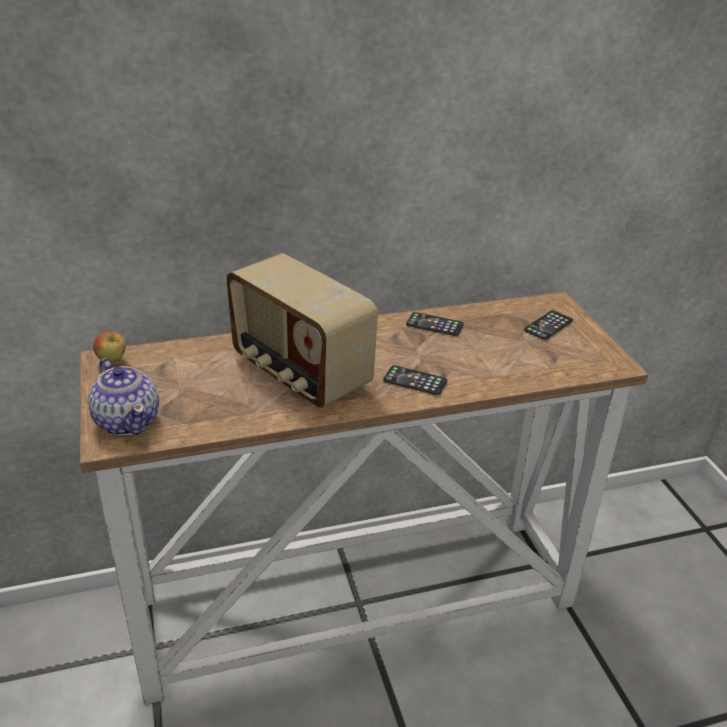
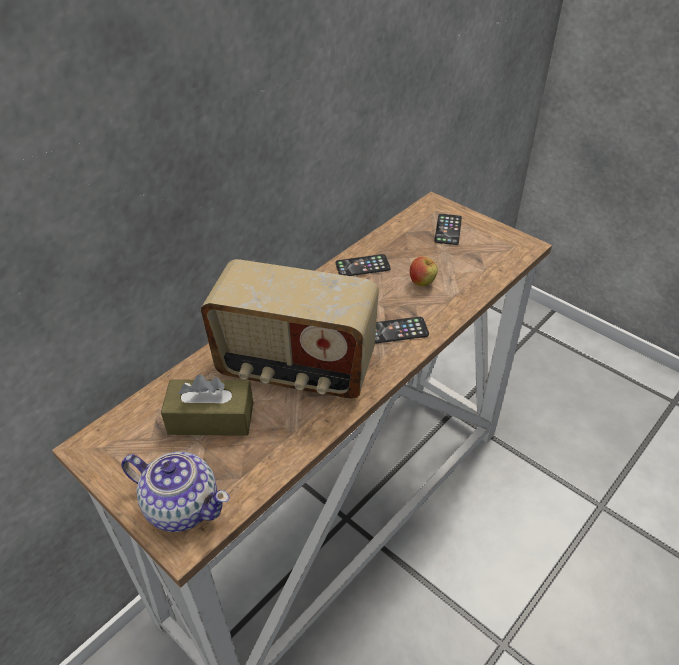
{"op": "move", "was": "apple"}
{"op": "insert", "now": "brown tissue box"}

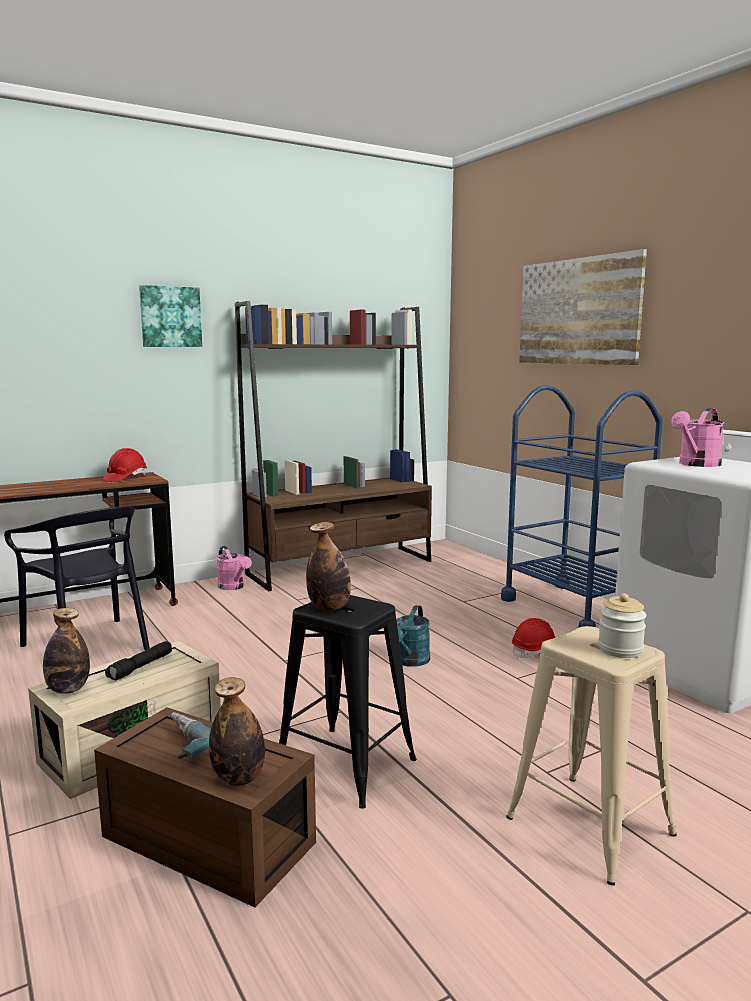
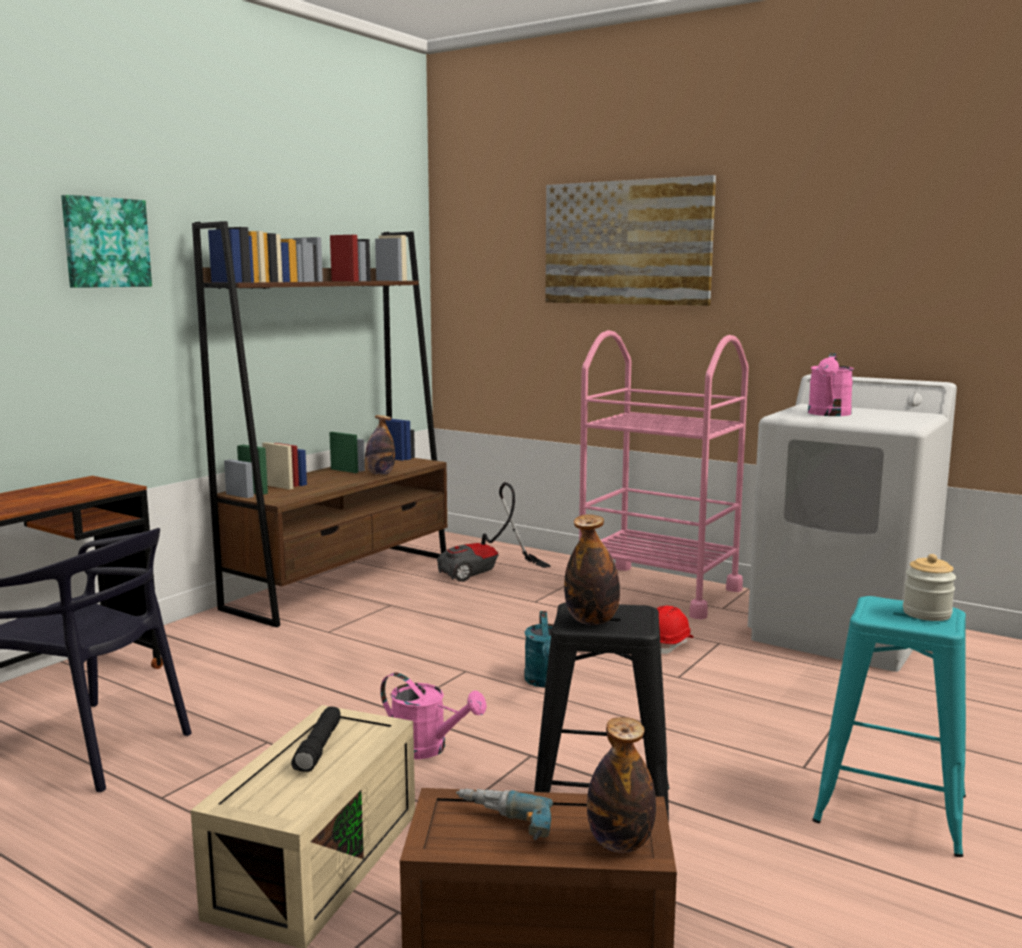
{"op": "move", "was": "bottle (1st from left)"}
{"op": "delete", "was": "red hard hat (1st from left)"}
{"op": "move", "was": "pink watering can (1st from left)"}
{"op": "recolor", "was": "blue cart", "now": "pink cart"}
{"op": "recolor", "was": "beige stool", "now": "turquoise stool"}
{"op": "insert", "now": "vacuum cleaner"}

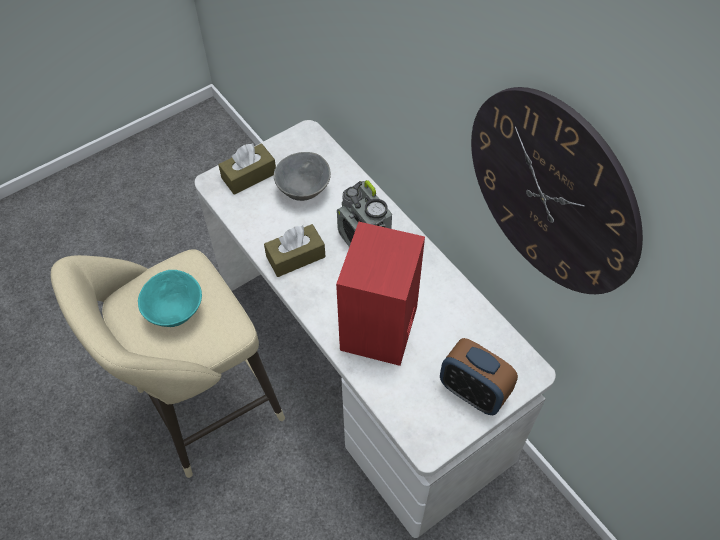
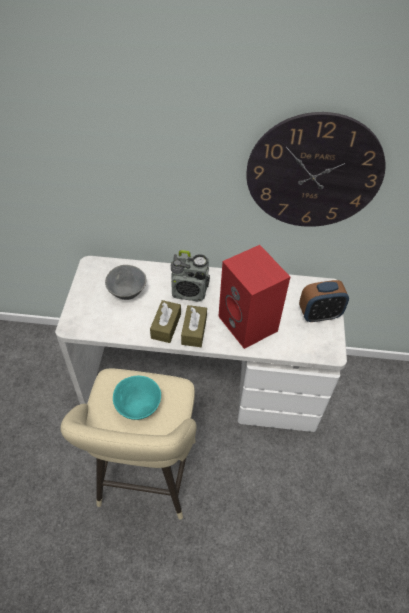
{"op": "move", "was": "brown tissue box (1st from left in the first image)", "now": "brown tissue box (2nd from left)"}

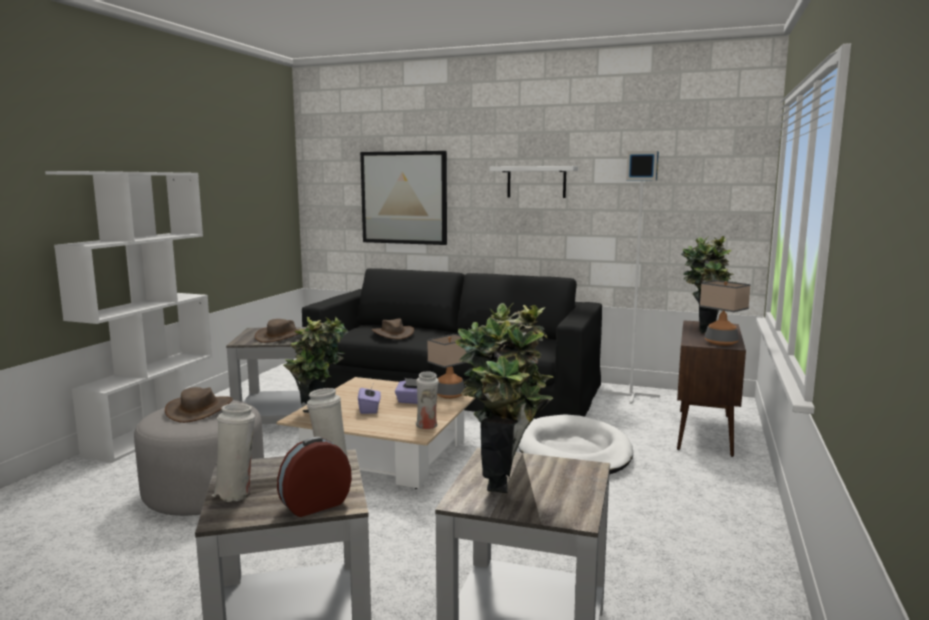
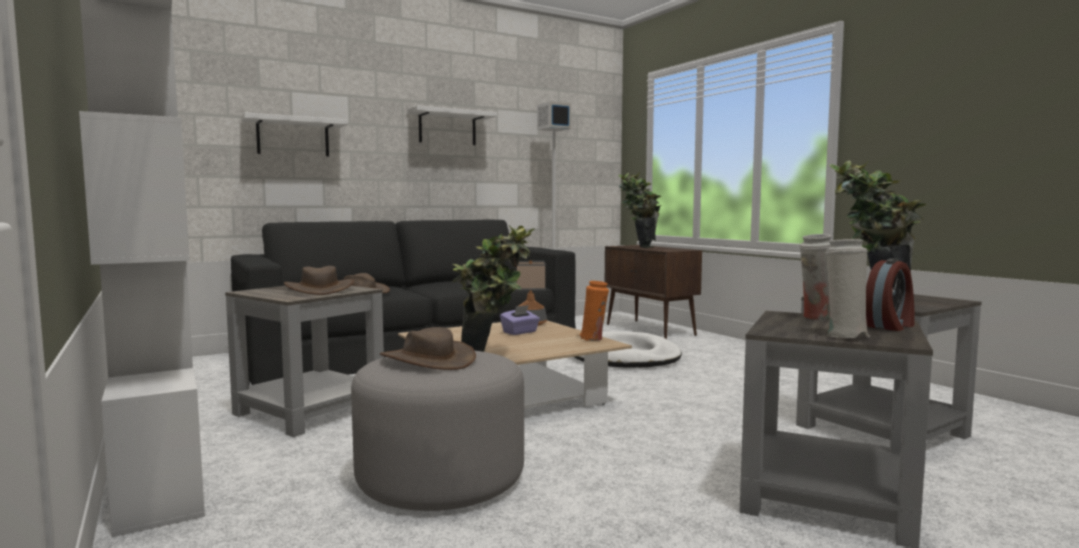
{"op": "rotate", "was": "alarm clock", "clockwise": -135}
{"op": "delete", "was": "purple tissue box (1st from left)"}
{"op": "replace", "was": "picture", "now": "white shelf (1st from left)"}
{"op": "recolor", "was": "white vase (3rd from left)", "now": "orange vase"}
{"op": "delete", "was": "table lamp (2nd from left)"}

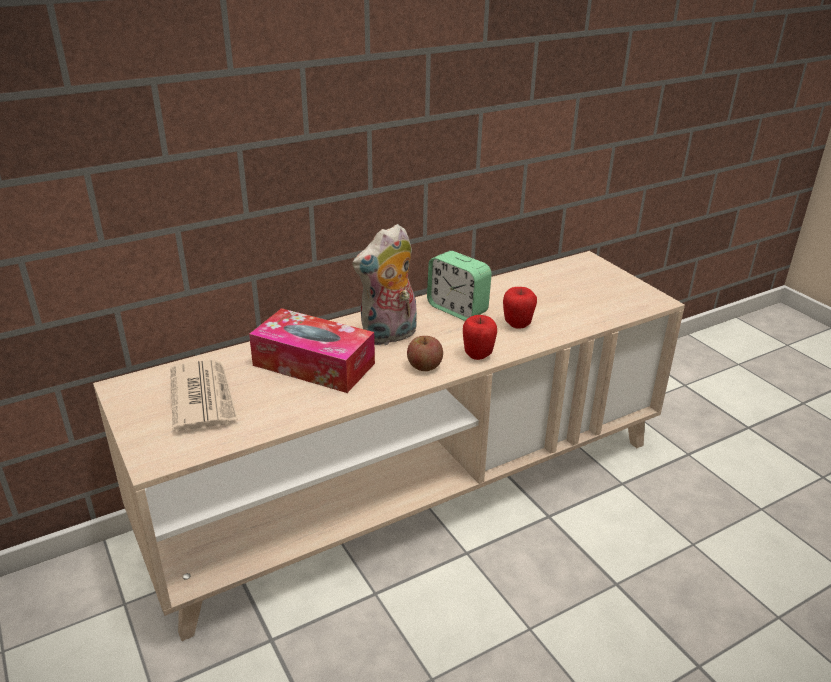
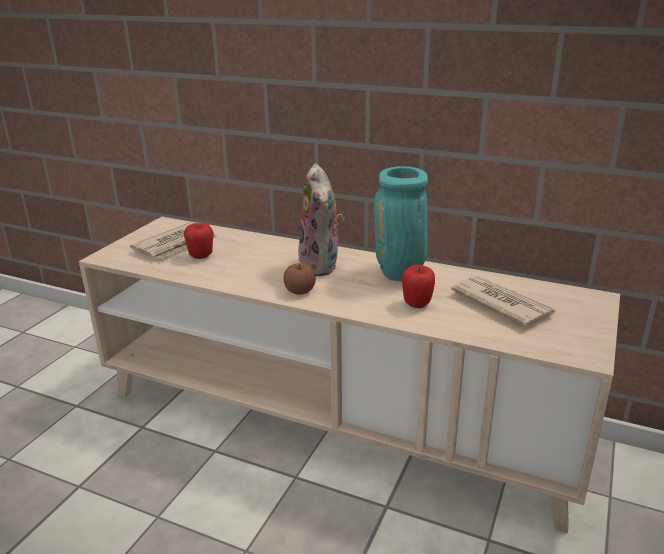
{"op": "delete", "was": "tissue box"}
{"op": "rotate", "was": "plush toy", "clockwise": -120}
{"op": "replace", "was": "alarm clock", "now": "turquoise vase"}
{"op": "move", "was": "apple (2nd from left in the first image)", "now": "apple (1st from left)"}
{"op": "insert", "now": "newspaper (2nd from left)"}

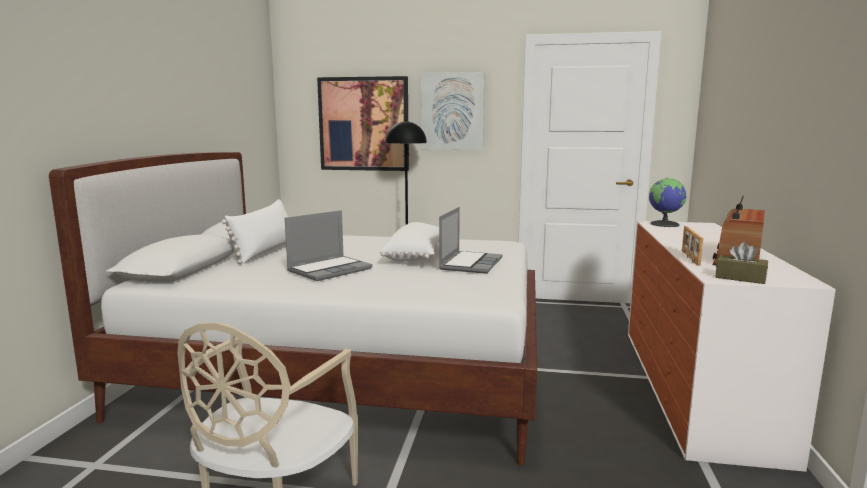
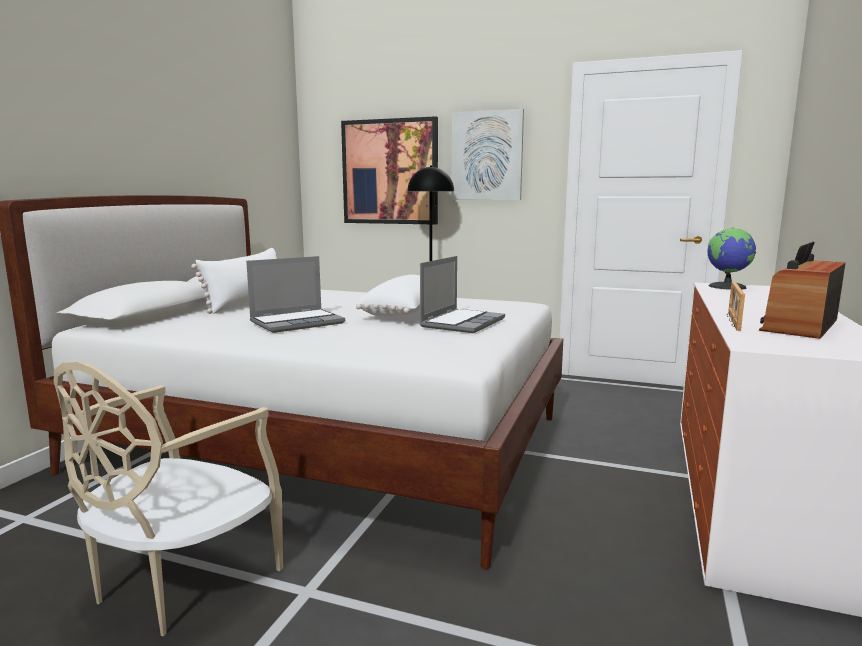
{"op": "delete", "was": "brown tissue box"}

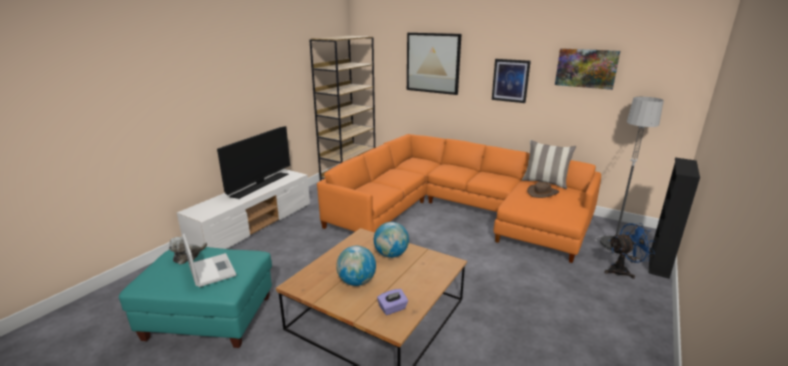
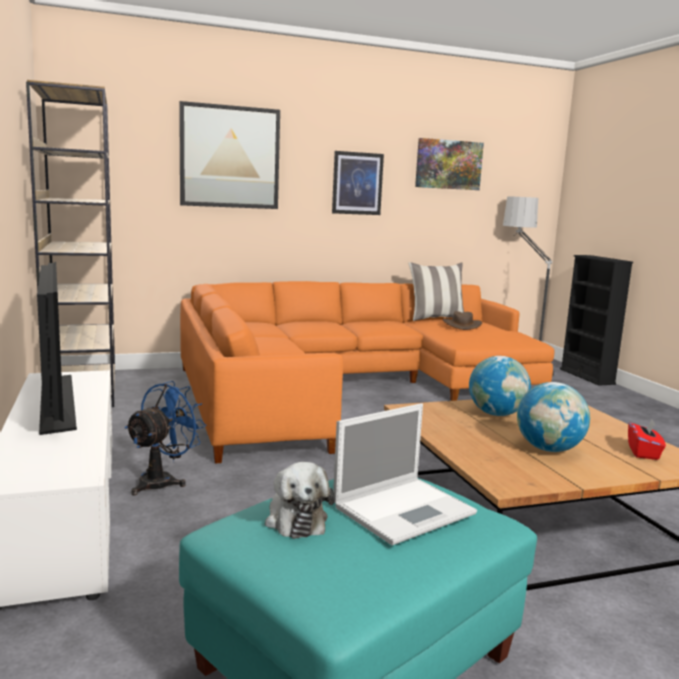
{"op": "rotate", "was": "laptop", "clockwise": 135}
{"op": "recolor", "was": "purple tissue box", "now": "red tissue box"}
{"op": "move", "was": "blue fan"}

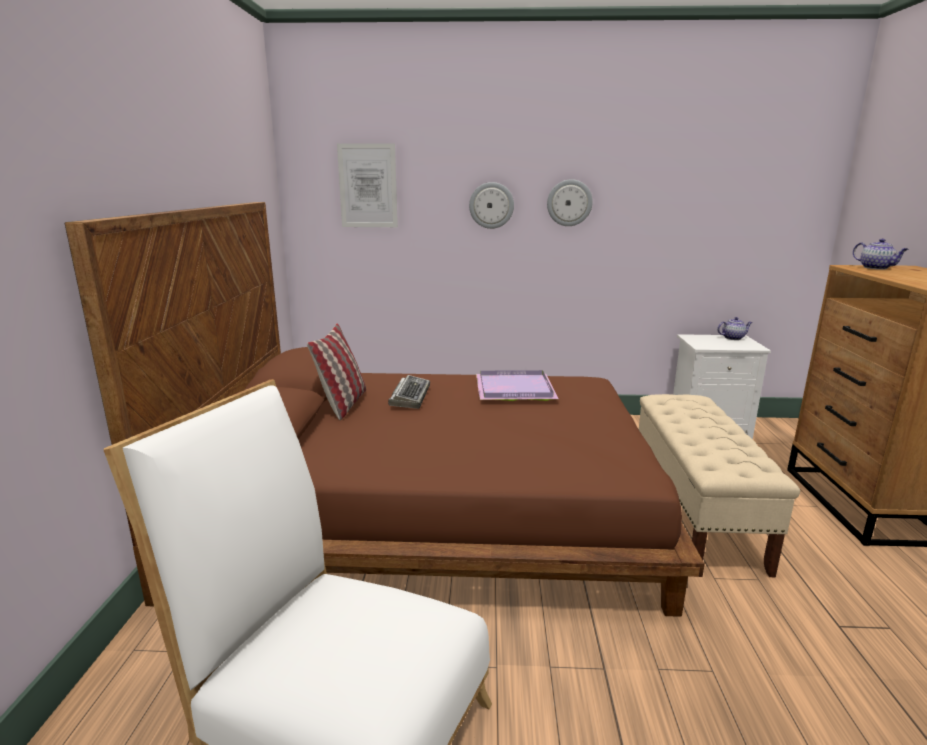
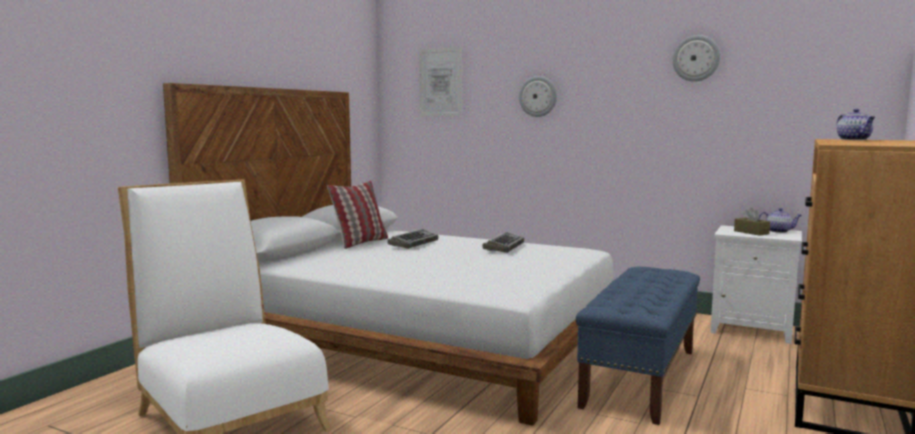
{"op": "recolor", "was": "brown bed", "now": "white bed"}
{"op": "replace", "was": "purple tray", "now": "keyboard (2nd from left)"}
{"op": "move", "was": "wall clock (2nd from left)"}
{"op": "recolor", "was": "beige bench", "now": "blue bench"}
{"op": "insert", "now": "brown tissue box"}

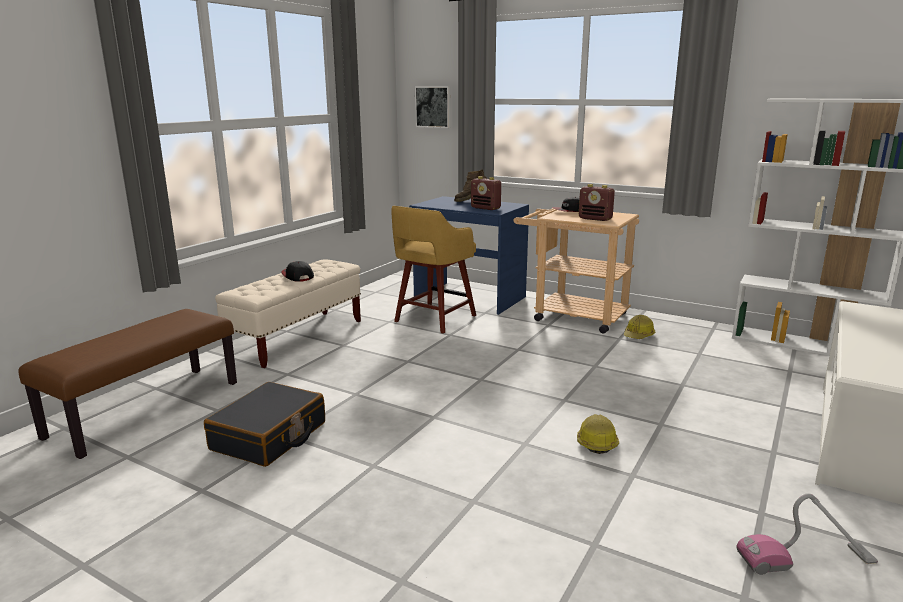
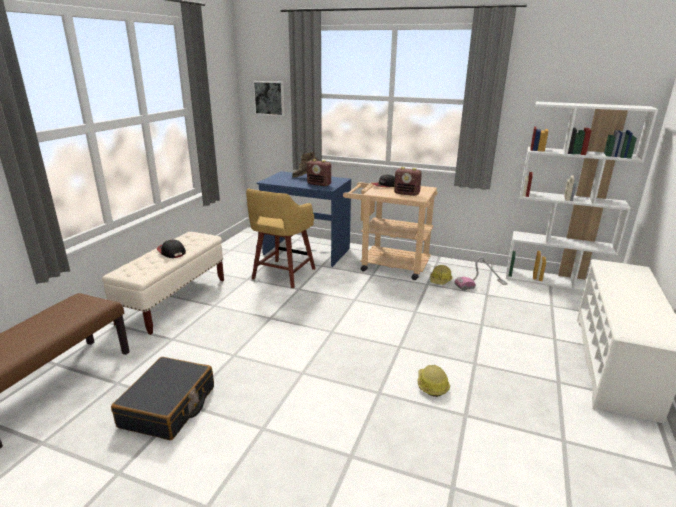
{"op": "move", "was": "vacuum cleaner"}

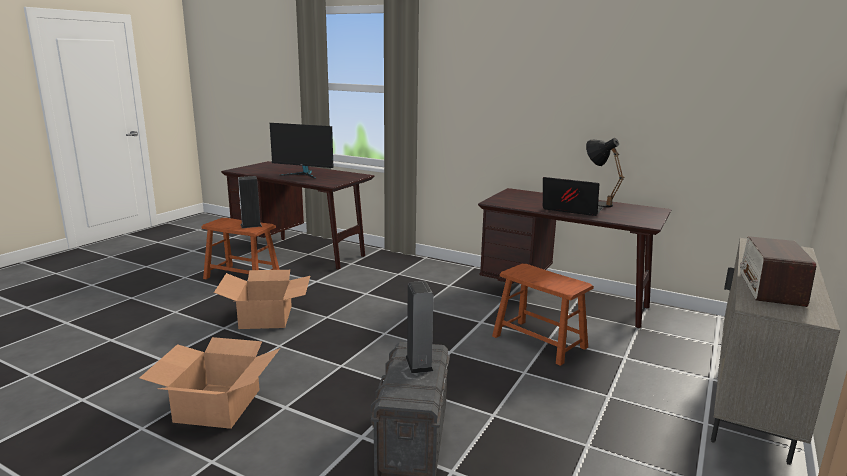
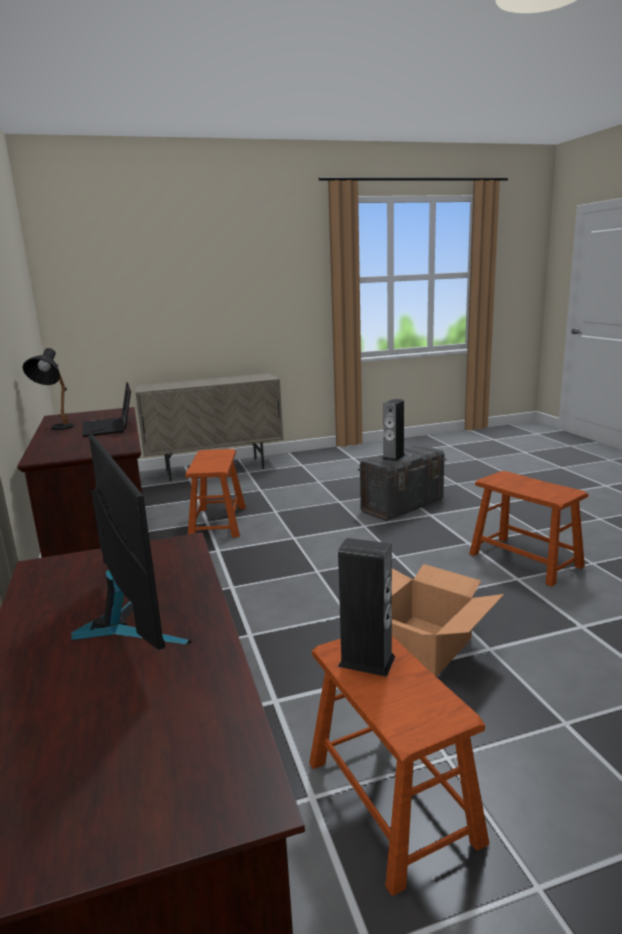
{"op": "replace", "was": "cardboard box (1st from left)", "now": "brown stool (3rd from left)"}
{"op": "delete", "was": "radio"}

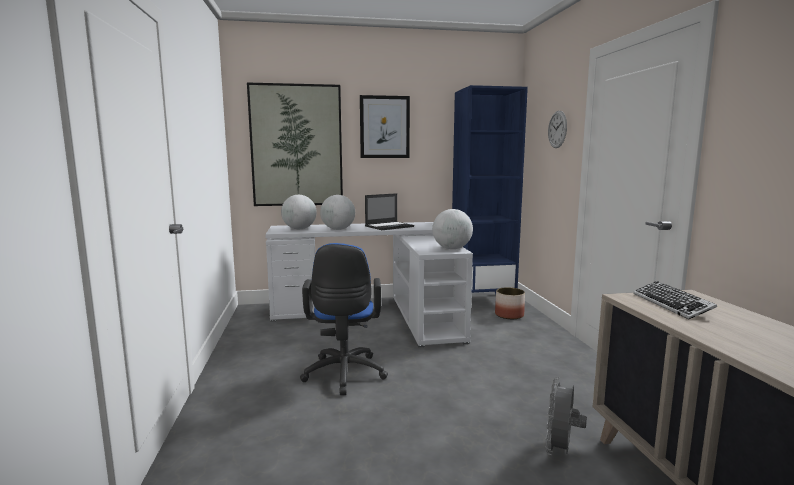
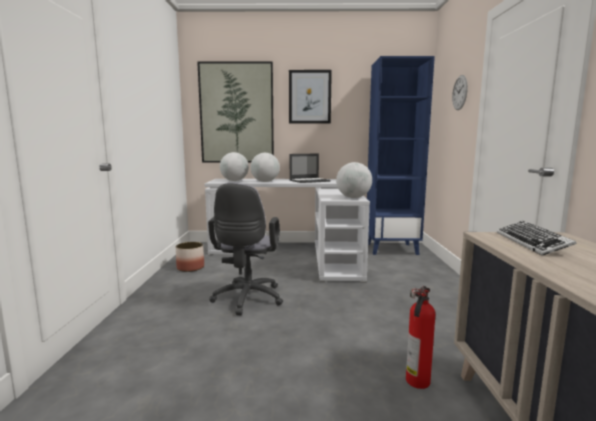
{"op": "recolor", "was": "blue office chair", "now": "grey office chair"}
{"op": "move", "was": "planter"}
{"op": "replace", "was": "grey fan", "now": "fire extinguisher"}

